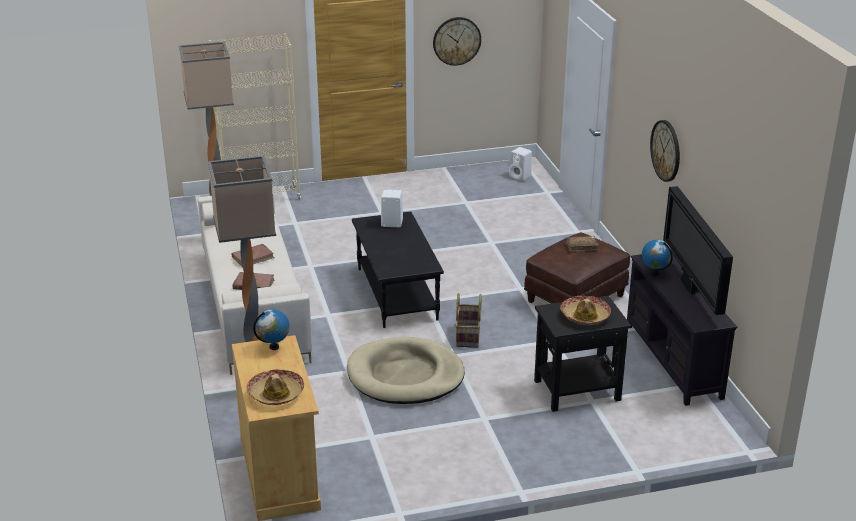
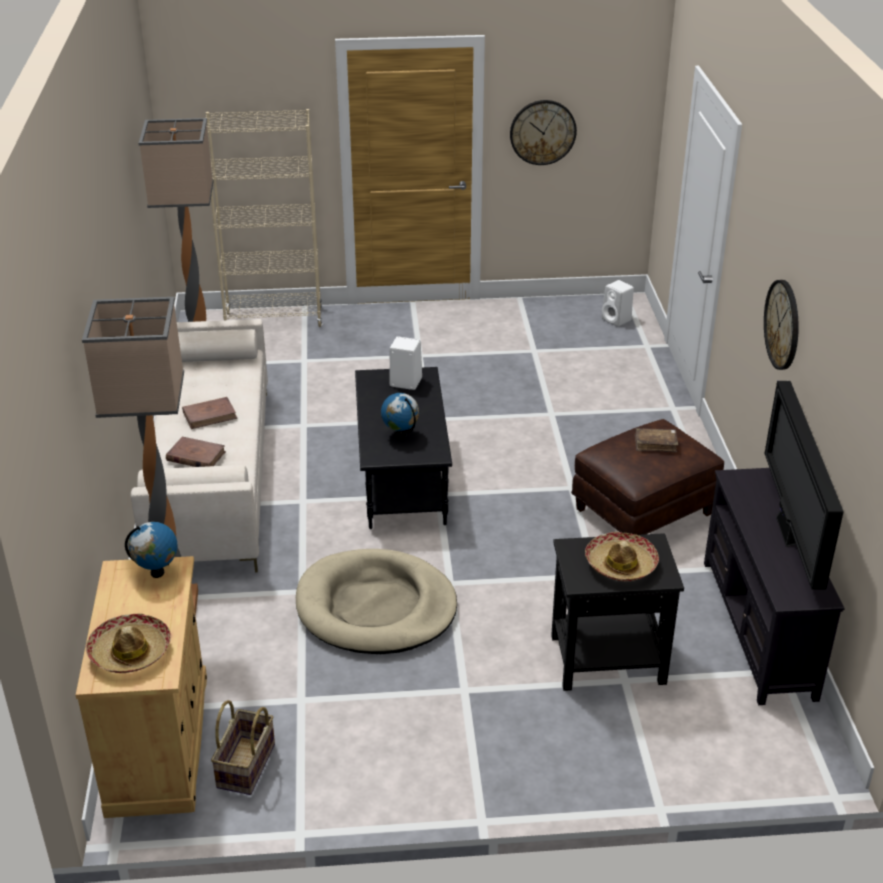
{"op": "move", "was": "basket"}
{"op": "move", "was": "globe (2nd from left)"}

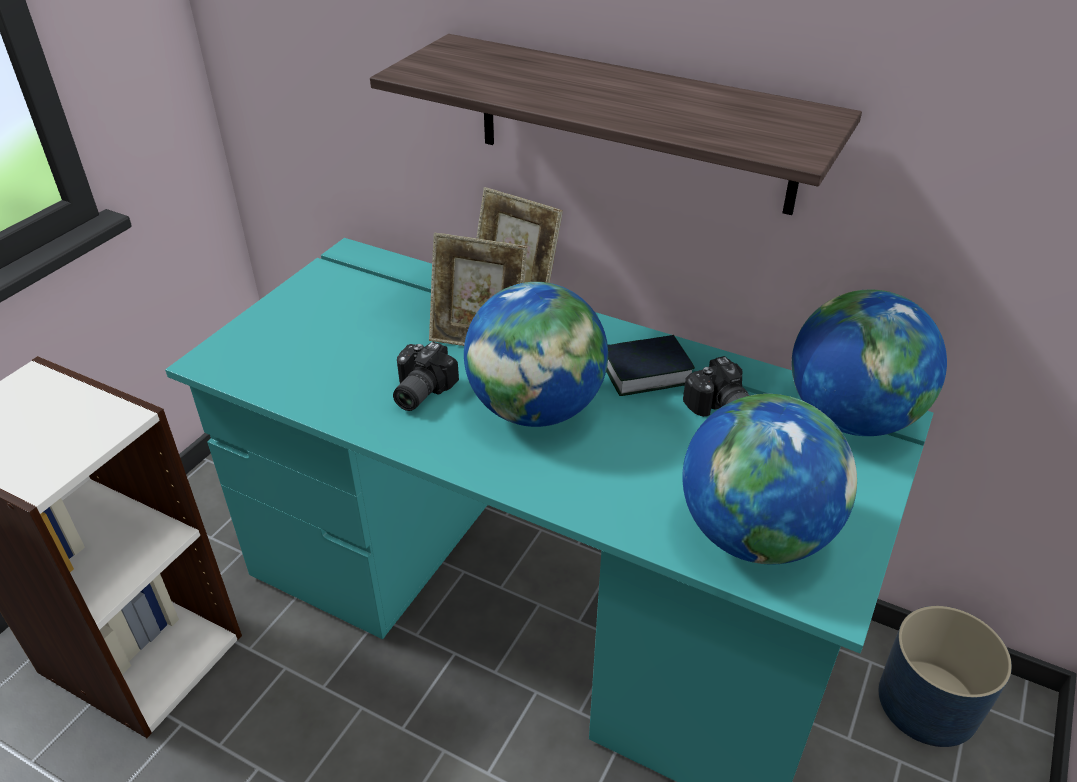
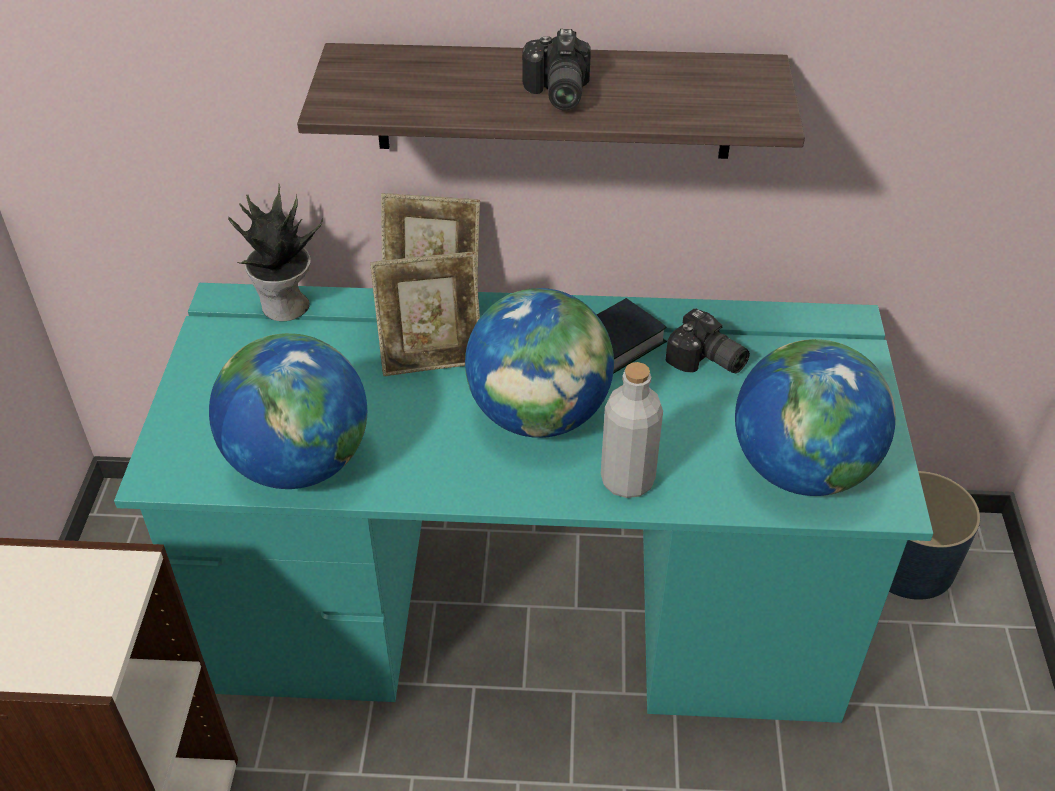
{"op": "move", "was": "photo camera (1st from left)"}
{"op": "move", "was": "globe (3rd from left in the first image)", "now": "globe (1st from left)"}
{"op": "insert", "now": "potted plant"}
{"op": "insert", "now": "grey bottle"}

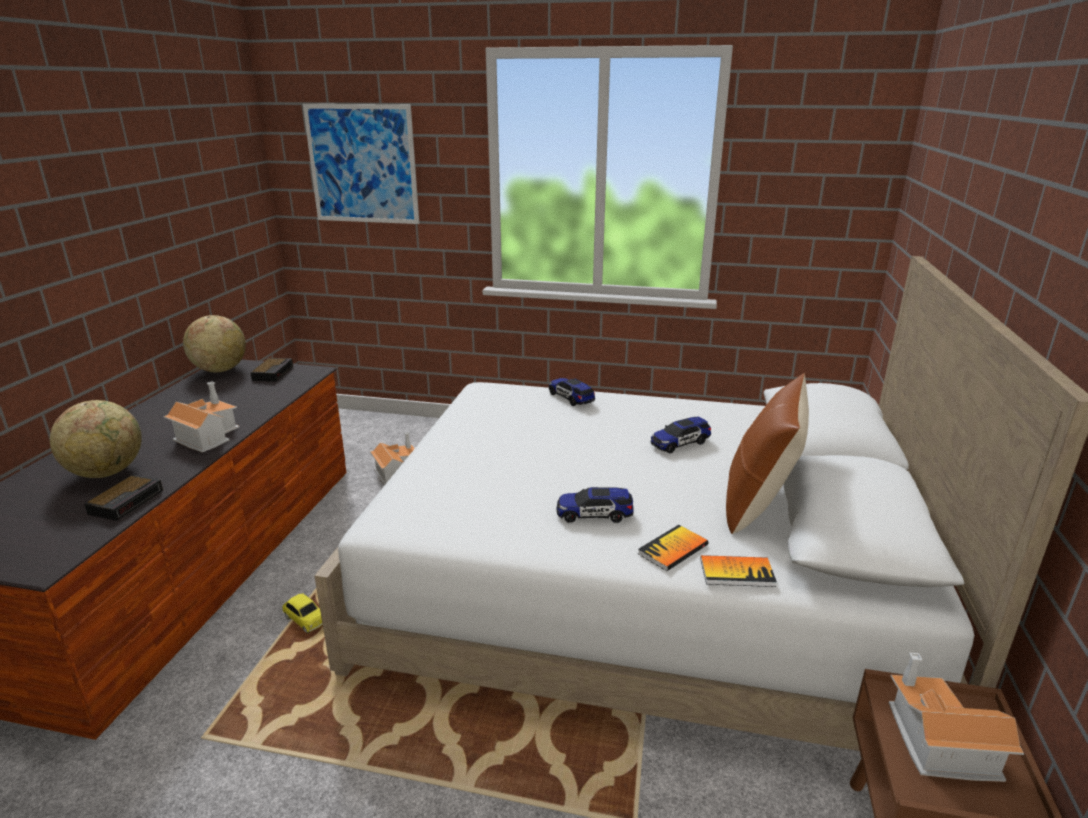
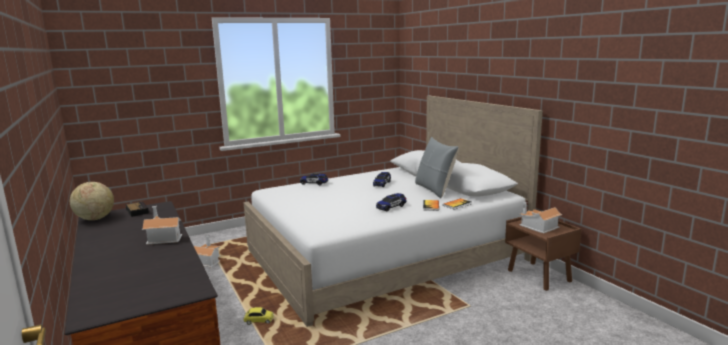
{"op": "delete", "was": "globe (1st from left)"}
{"op": "delete", "was": "alarm clock (1st from left)"}
{"op": "delete", "was": "picture"}
{"op": "recolor", "was": "brown pillow", "now": "grey pillow"}

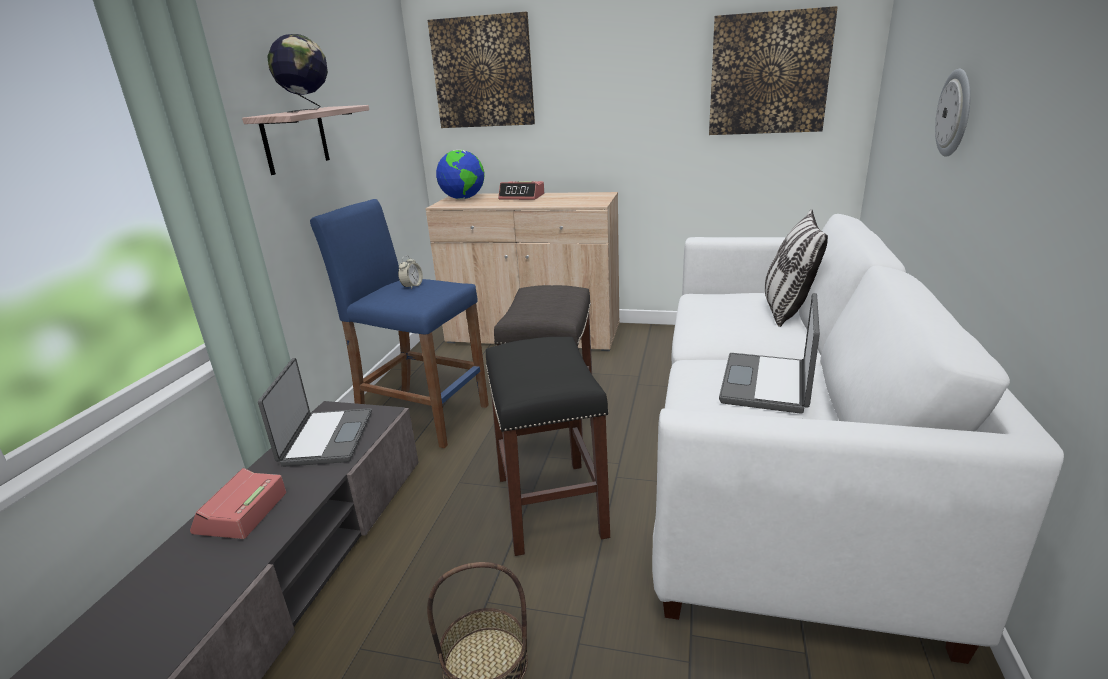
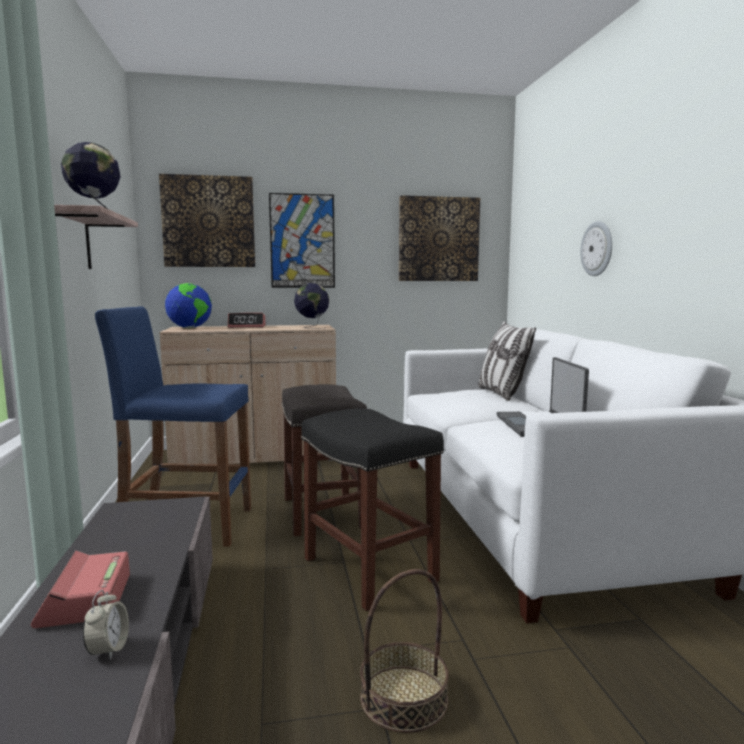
{"op": "delete", "was": "laptop (1st from left)"}
{"op": "move", "was": "alarm clock (2nd from left)"}
{"op": "insert", "now": "picture (2nd from left)"}
{"op": "insert", "now": "globe (3rd from left)"}

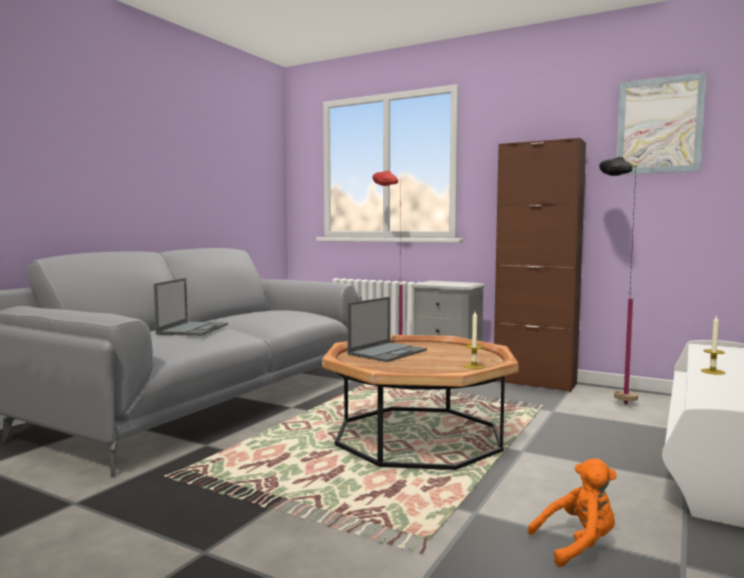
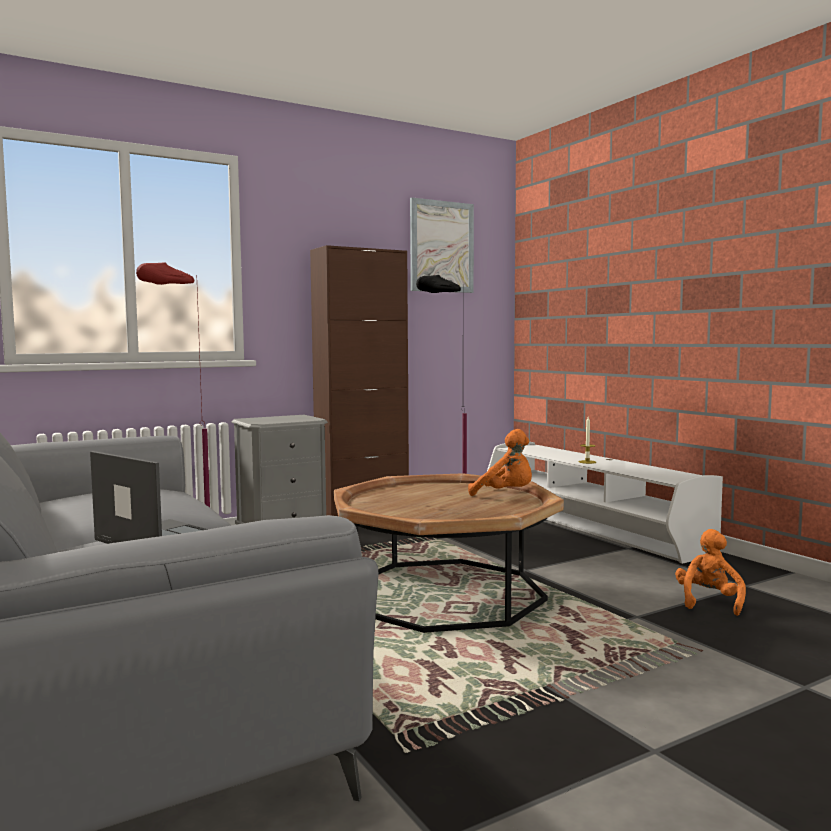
{"op": "delete", "was": "laptop (2nd from left)"}
{"op": "replace", "was": "candle (1st from left)", "now": "orange plush toy (1st from left)"}

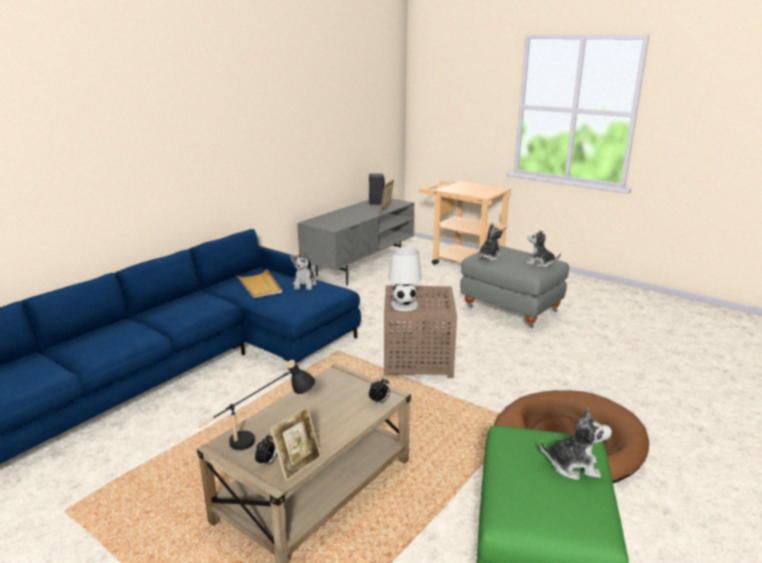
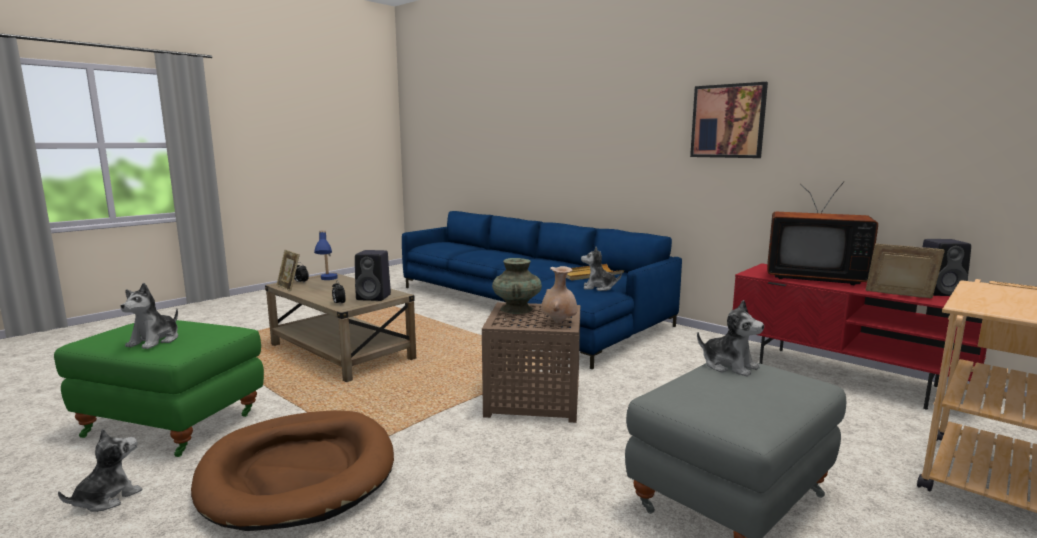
{"op": "recolor", "was": "black table lamp", "now": "blue table lamp"}
{"op": "recolor", "was": "grey tv stand", "now": "red tv stand"}
{"op": "replace", "was": "white table lamp", "now": "turquoise vase"}
{"op": "move", "was": "plush toy (3rd from left in the first image)", "now": "plush toy (1st from left)"}
{"op": "insert", "now": "black speaker (1st from left)"}
{"op": "insert", "now": "beige vase"}
{"op": "insert", "now": "picture"}
{"op": "insert", "now": "television"}

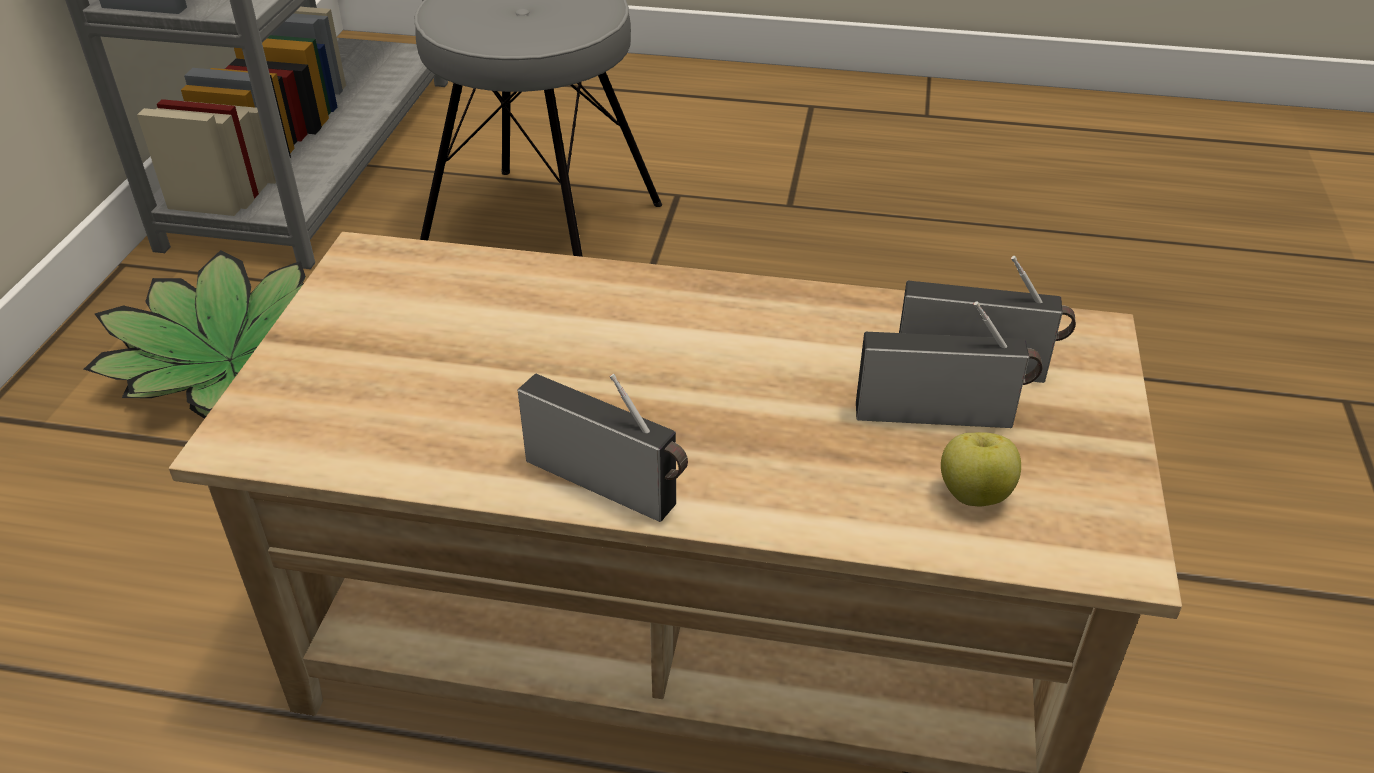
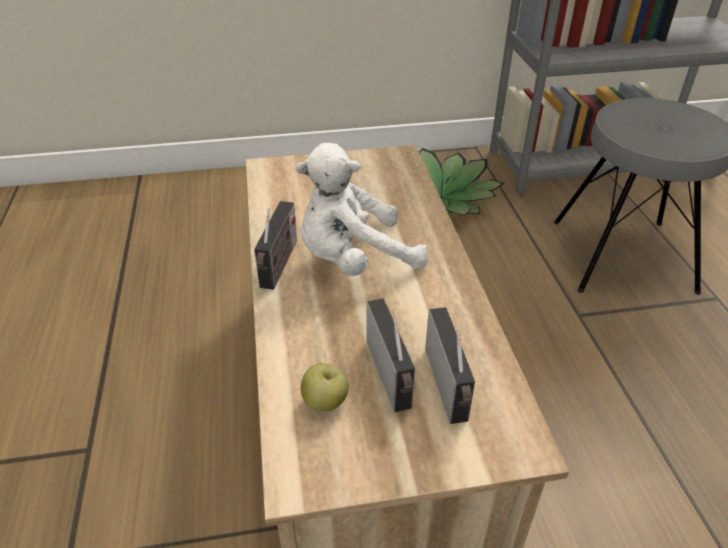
{"op": "insert", "now": "white plush toy"}

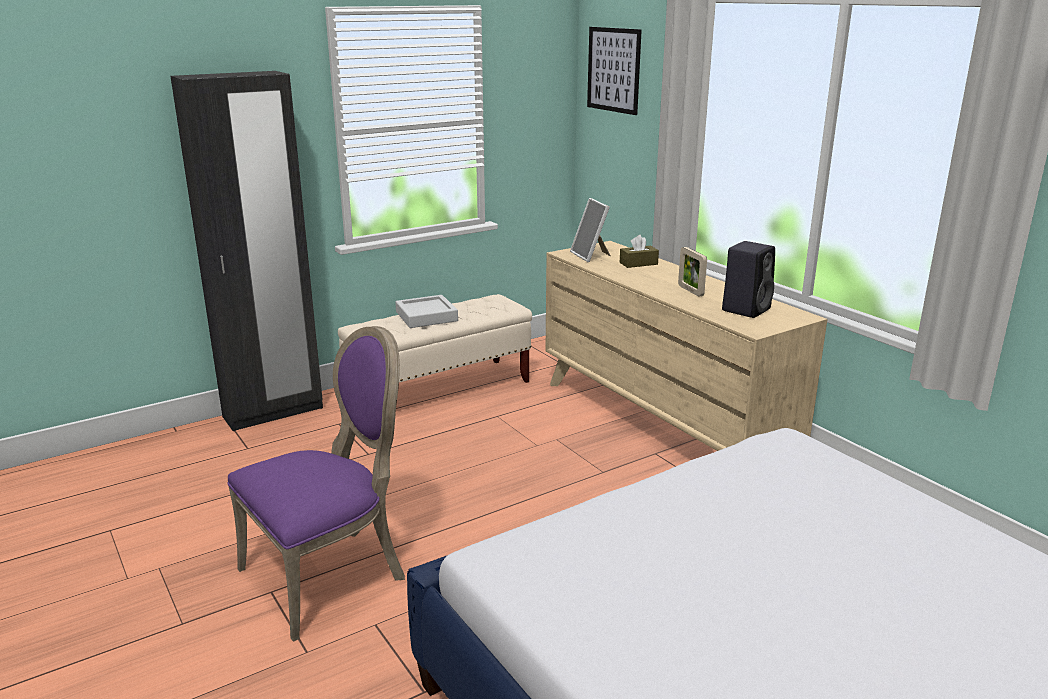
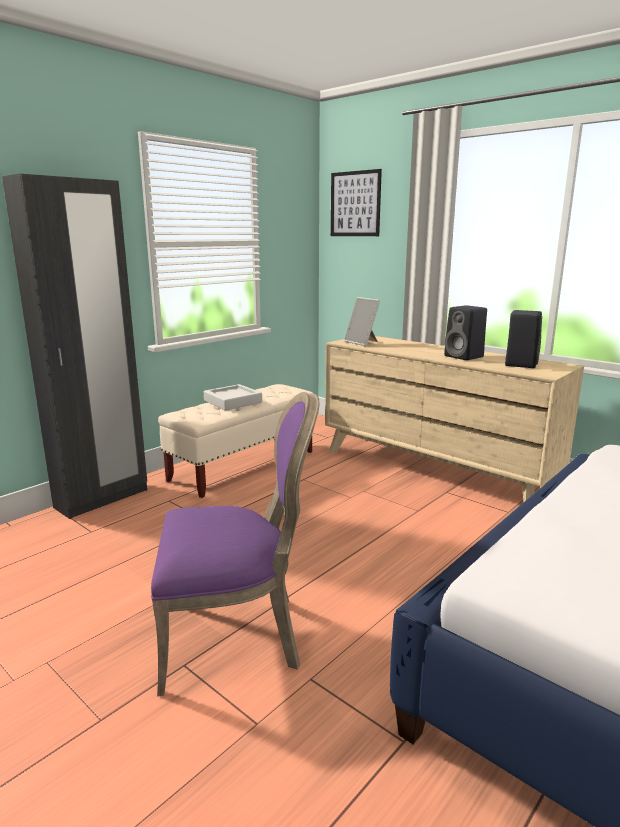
{"op": "rotate", "was": "purple chair", "clockwise": 45}
{"op": "delete", "was": "brown tissue box"}
{"op": "replace", "was": "picture frame (2nd from left)", "now": "black speaker (1st from left)"}

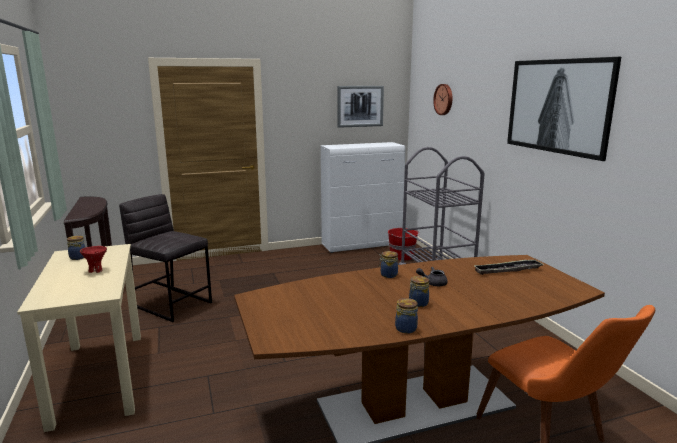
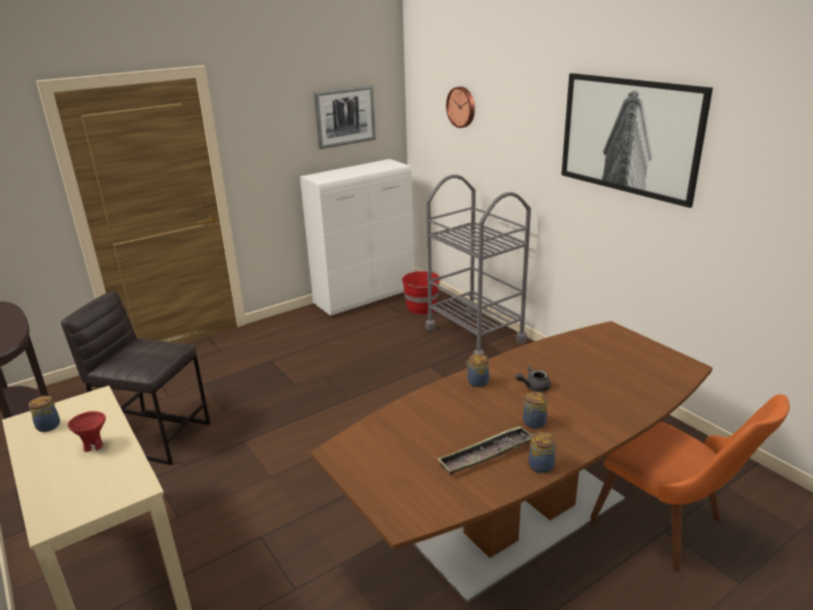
{"op": "move", "was": "tray"}

